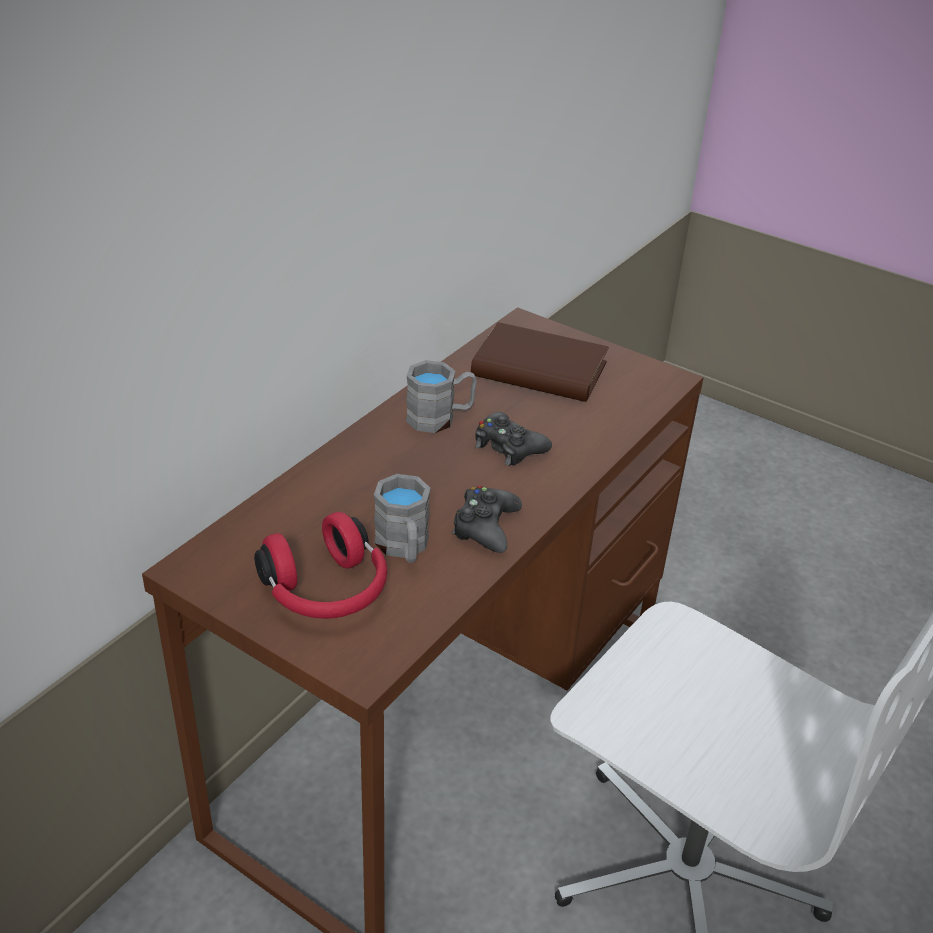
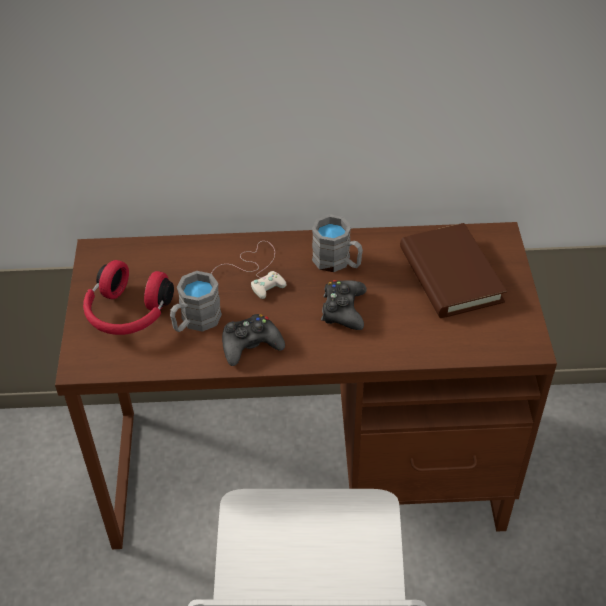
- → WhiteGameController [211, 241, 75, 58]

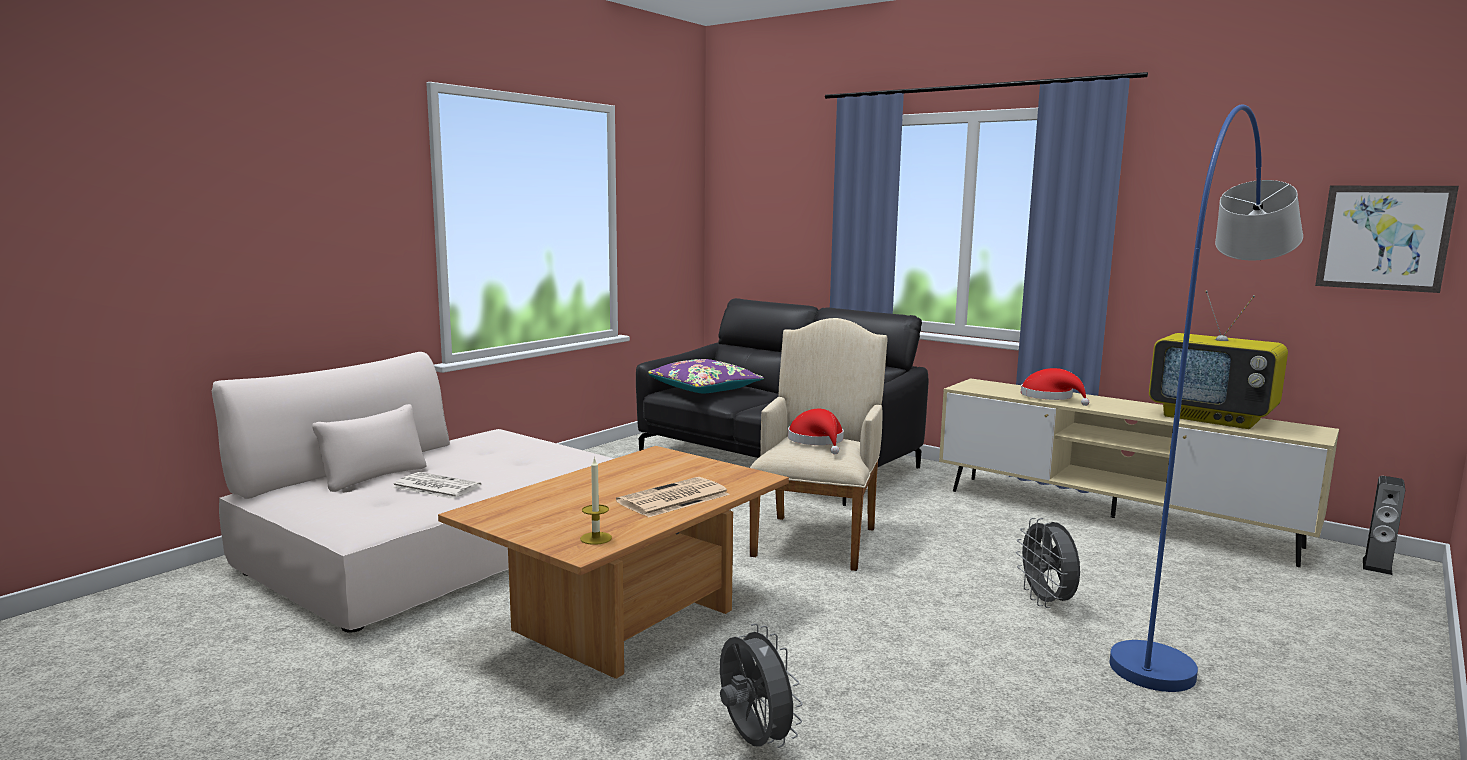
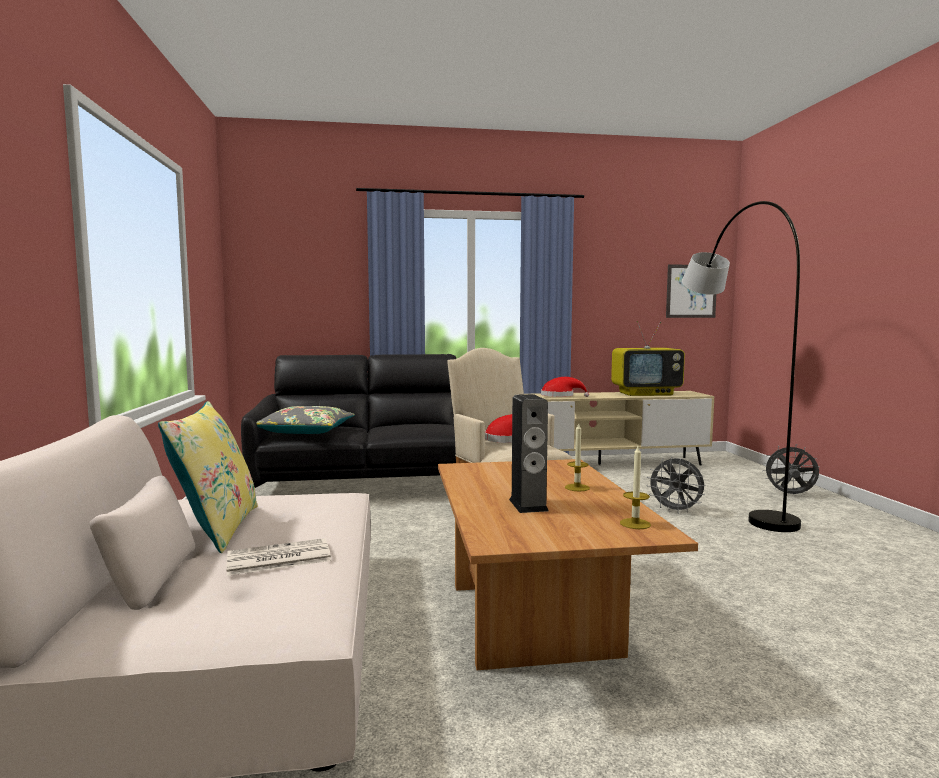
- → YellowPillow [158, 401, 100, 152]
PurplePillow [648, 359, 116, 34] → GreyPillow [256, 406, 99, 28]
Speaker [1363, 476, 42, 99] → Speaker [509, 394, 40, 119], moved
Newspaper [616, 477, 114, 41] → Candle [565, 423, 25, 68]
BlueFloorLamp [1109, 105, 194, 587] → GreyFloorLamp [682, 201, 119, 331]
GreyFan [720, 624, 83, 124] → GreyFan [762, 444, 57, 50], moved

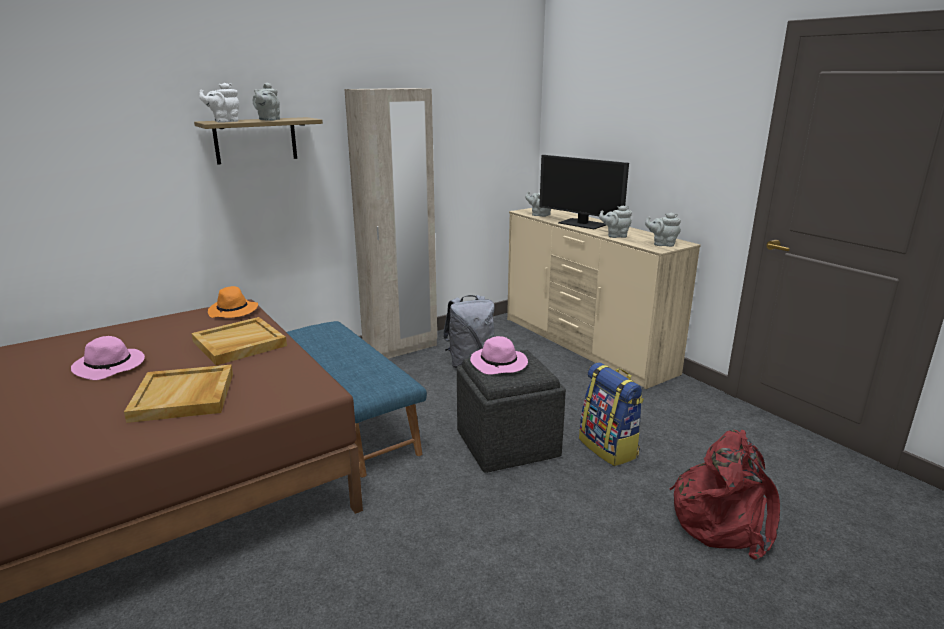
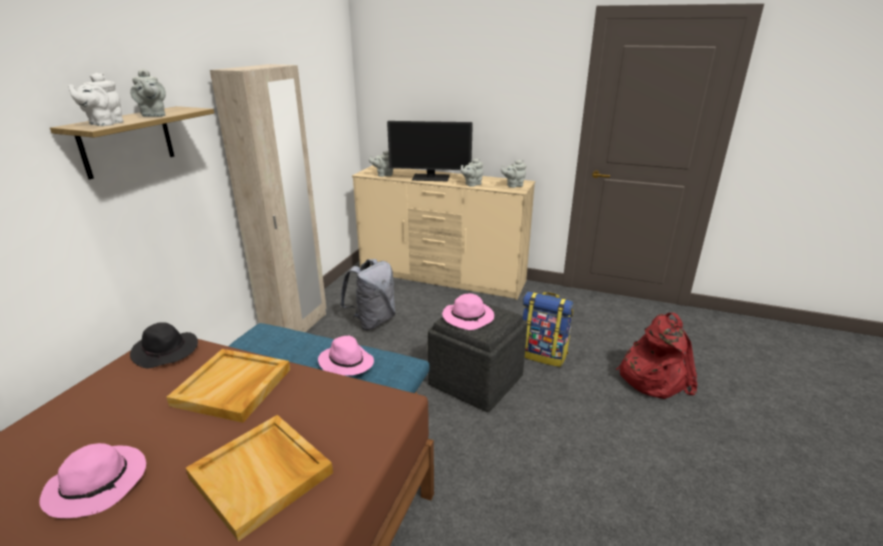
OrangeHat [208, 286, 50, 32] → BlackHat [130, 322, 68, 46]
- → PinkHat [318, 336, 56, 40]

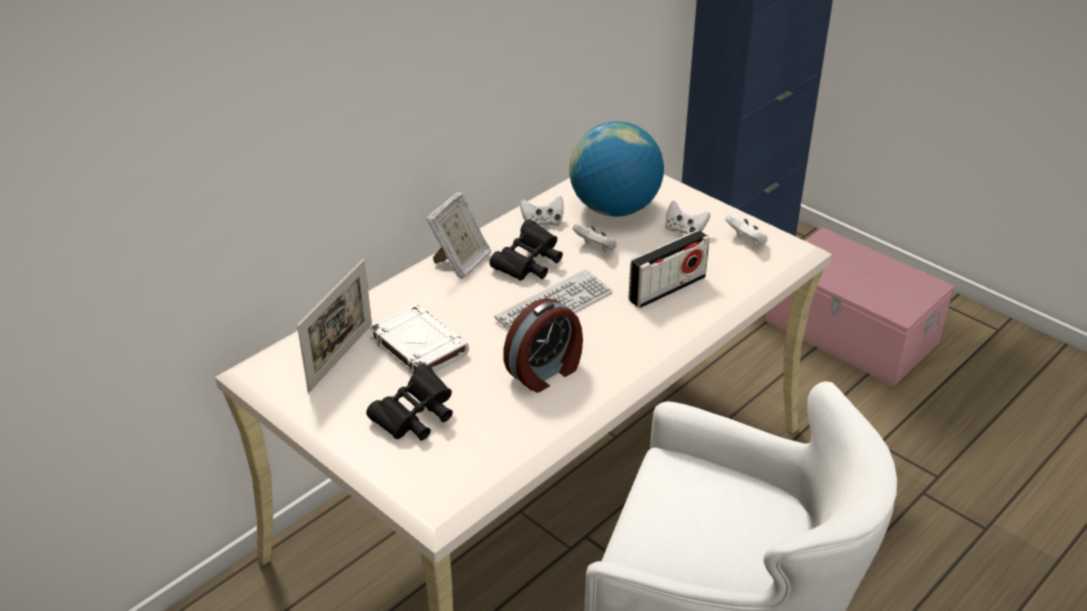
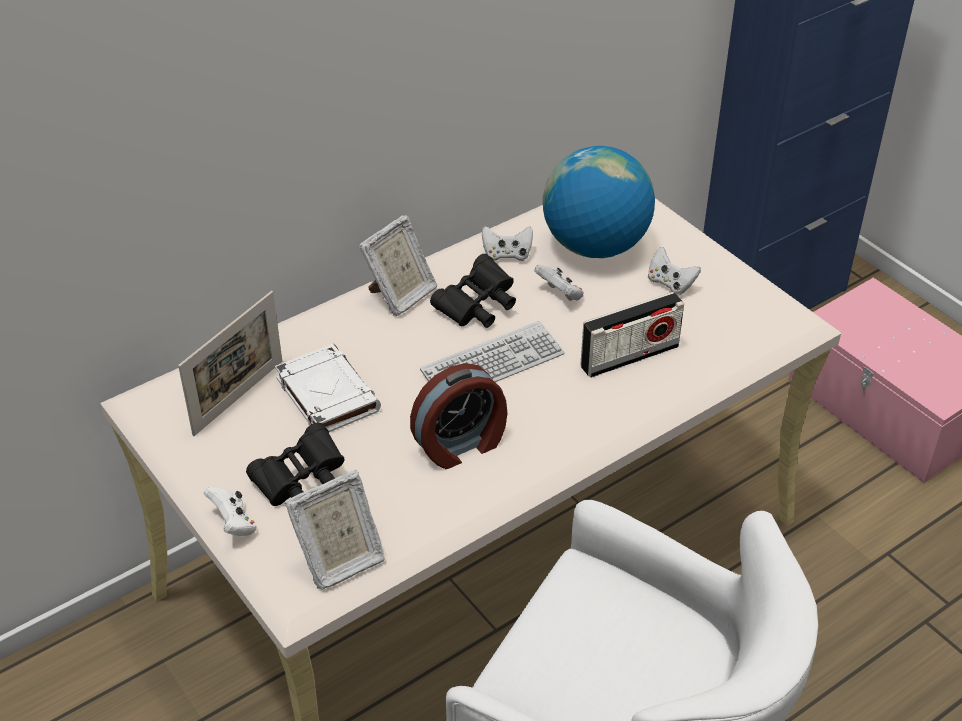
WhiteGameController [726, 215, 42, 31] → WhiteGameController [204, 486, 53, 50], moved
- → PictureFrame [284, 470, 101, 119]

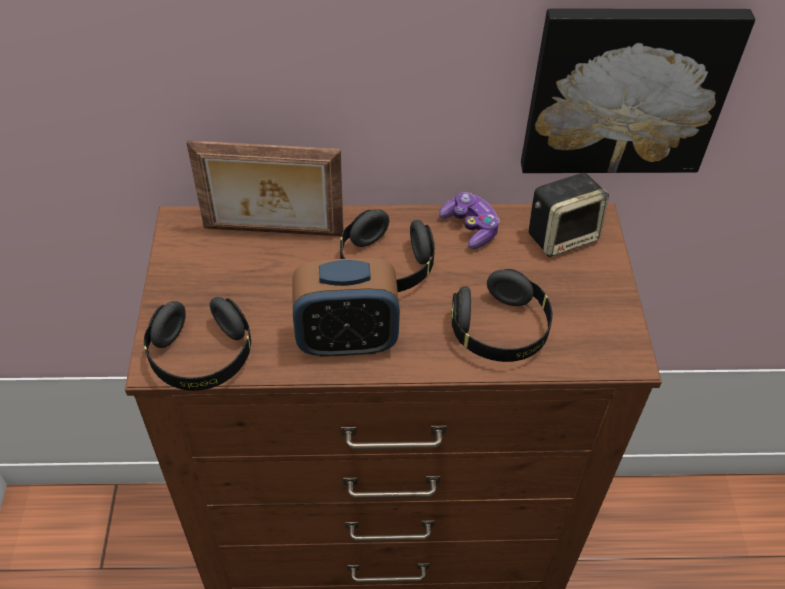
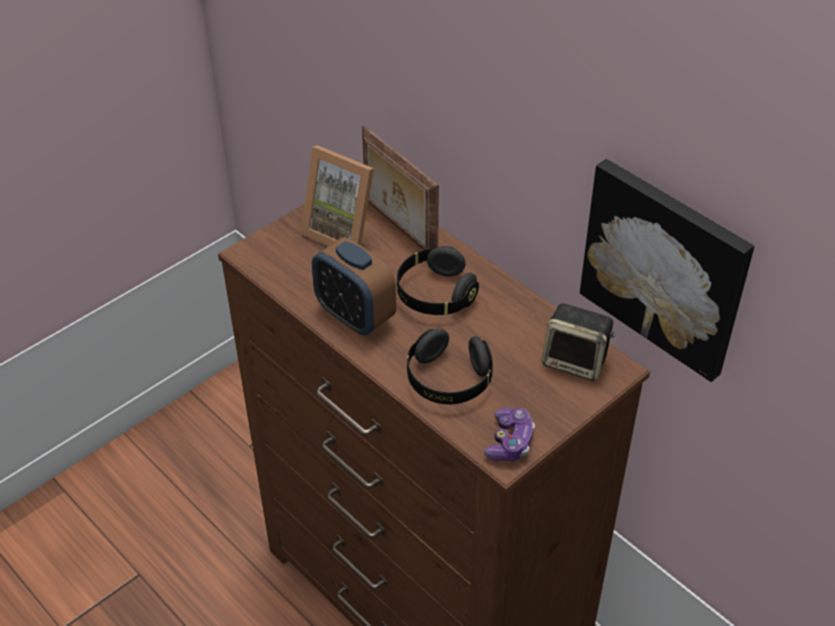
- → PictureFrame [300, 145, 74, 101]
GameController [439, 192, 60, 57] → GameController [484, 408, 51, 53], moved
BlackHeadphones [143, 297, 108, 94] → -

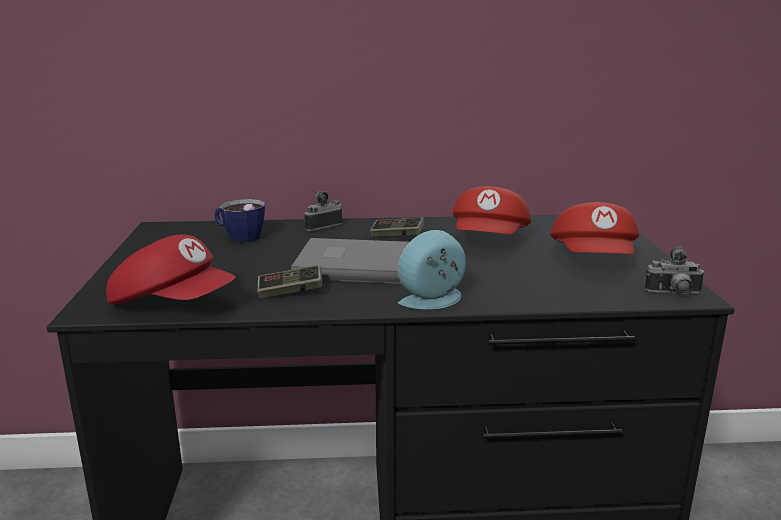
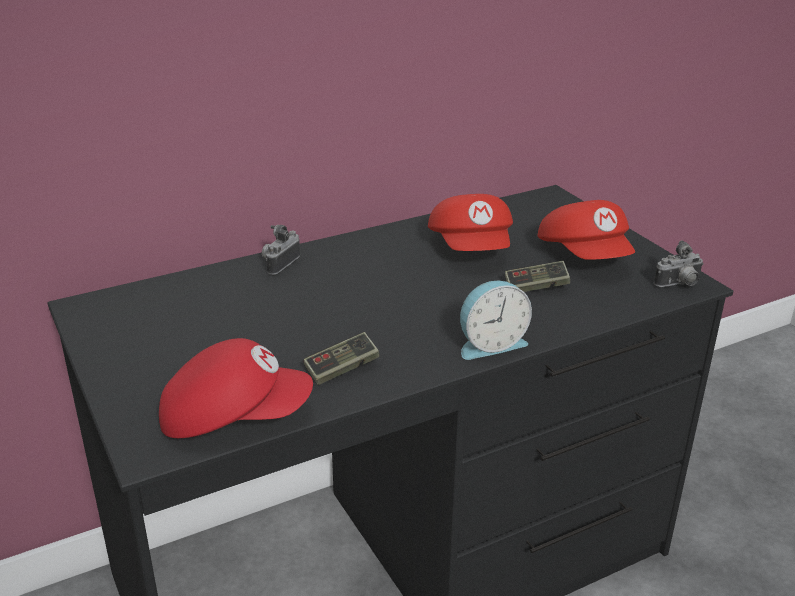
AlarmClock [398, 230, 68, 79] → AlarmClock [460, 281, 72, 79], 150 degrees counterclockwise
GameController [370, 217, 55, 20] → GameController [505, 261, 65, 31], moved
Cup [214, 199, 51, 43] → -
GreyBook [291, 238, 118, 46] → -

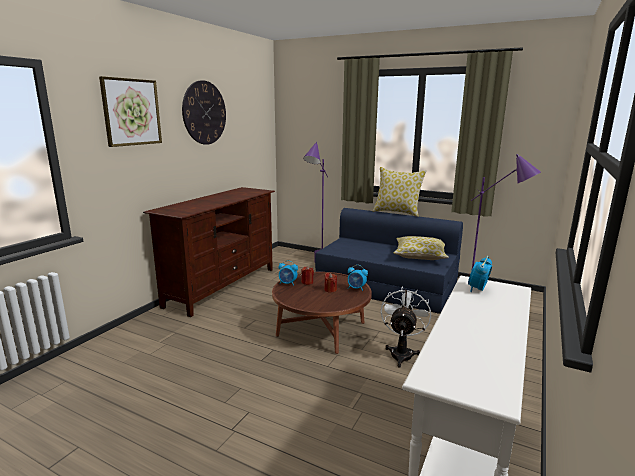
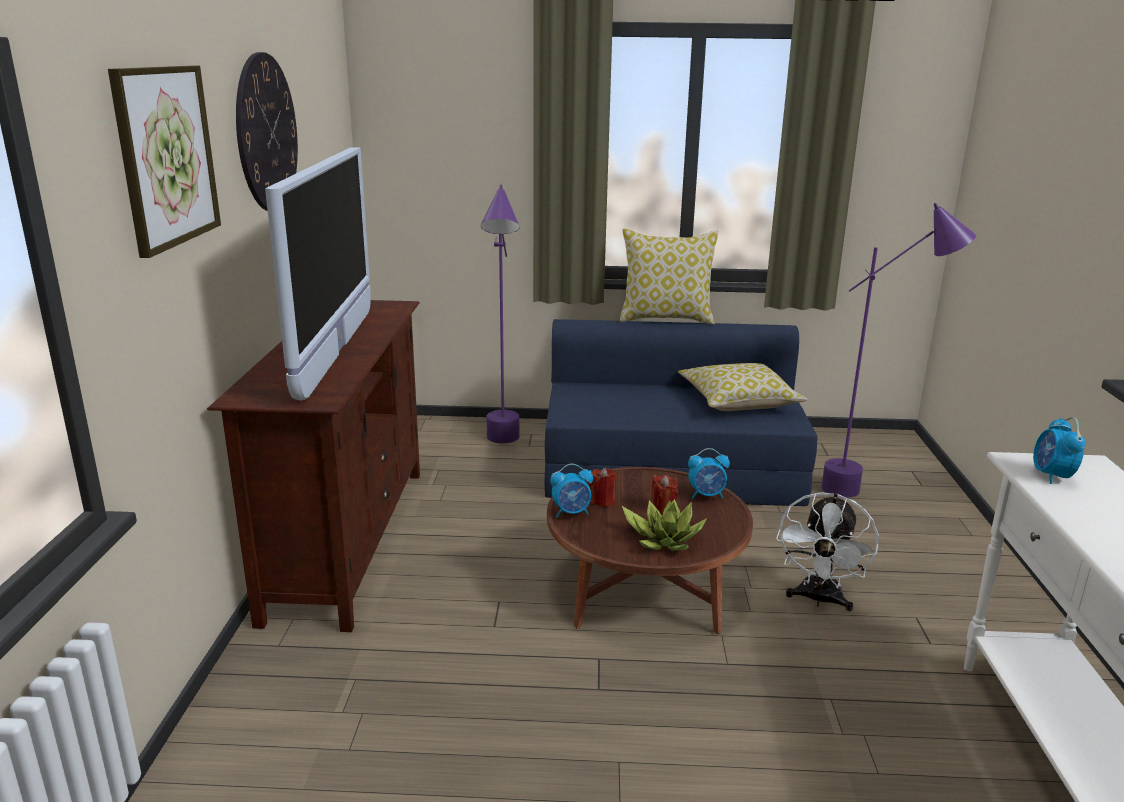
- → Television [265, 147, 106, 254]
- → PottedPlant [621, 499, 86, 52]
WhiteFan [381, 287, 50, 80] → WhiteFan [776, 492, 103, 119], 150 degrees counterclockwise

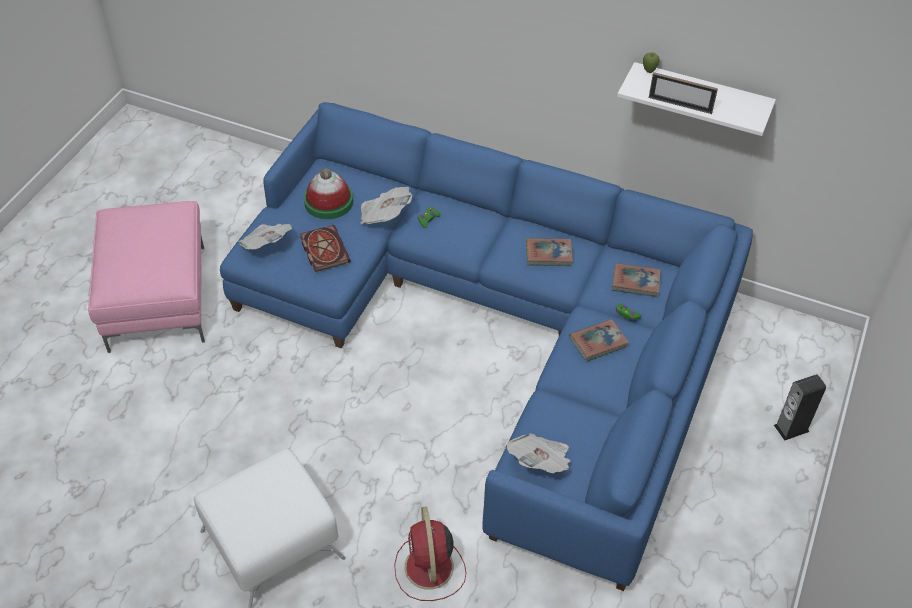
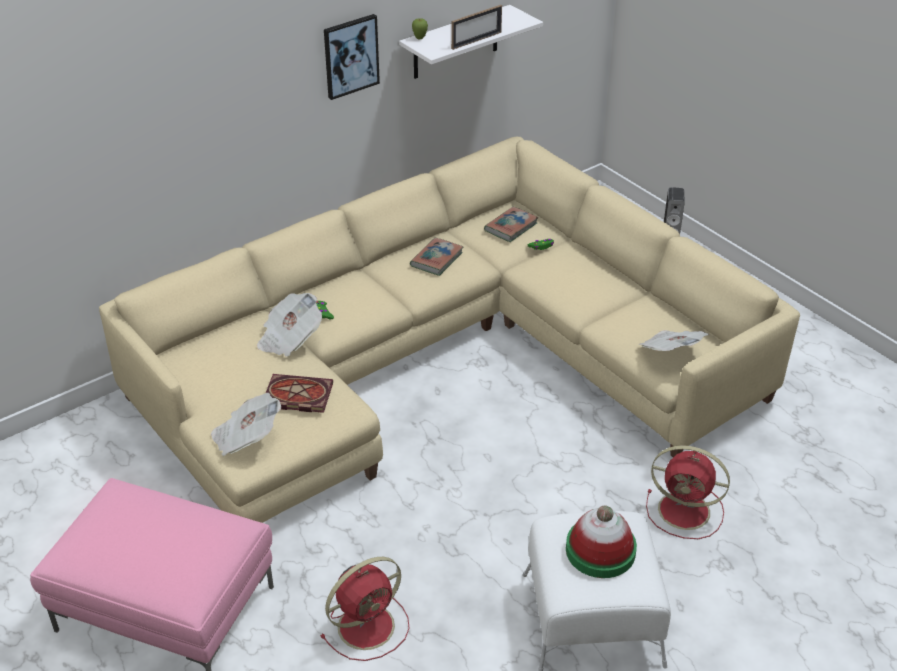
BlueSofa [220, 102, 533, 489] → BeigeSofa [99, 137, 701, 386]
- → RedFan [320, 557, 90, 104]
- → Picture [324, 14, 56, 86]
Hat [304, 168, 49, 51] → Hat [566, 506, 71, 72], moved
Book [569, 319, 60, 43] → -

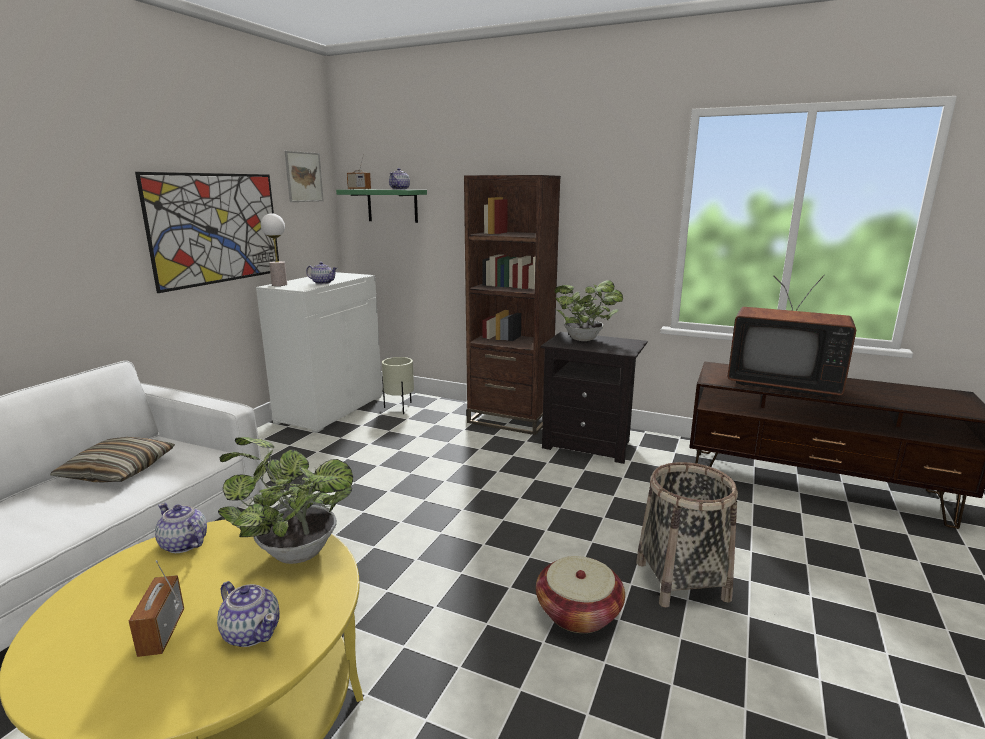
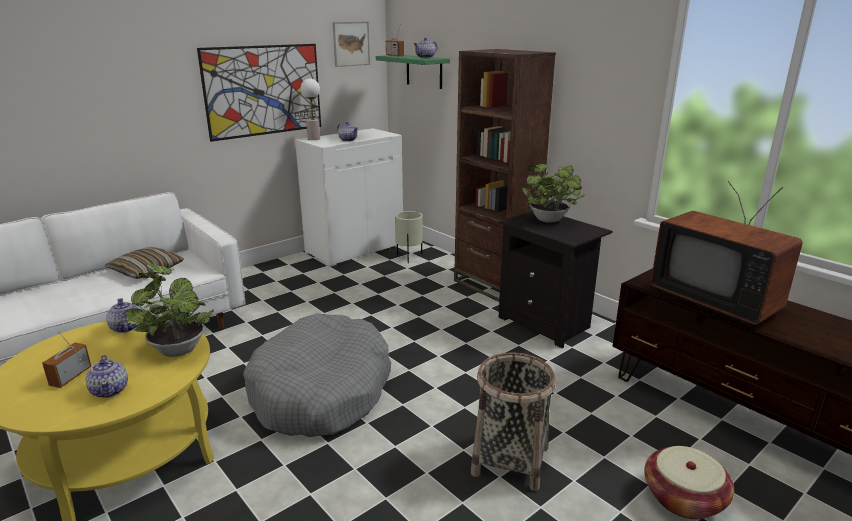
- → GreyDogBed [243, 313, 148, 124]
Basket [536, 556, 89, 77] → Basket [644, 446, 90, 74], moved

